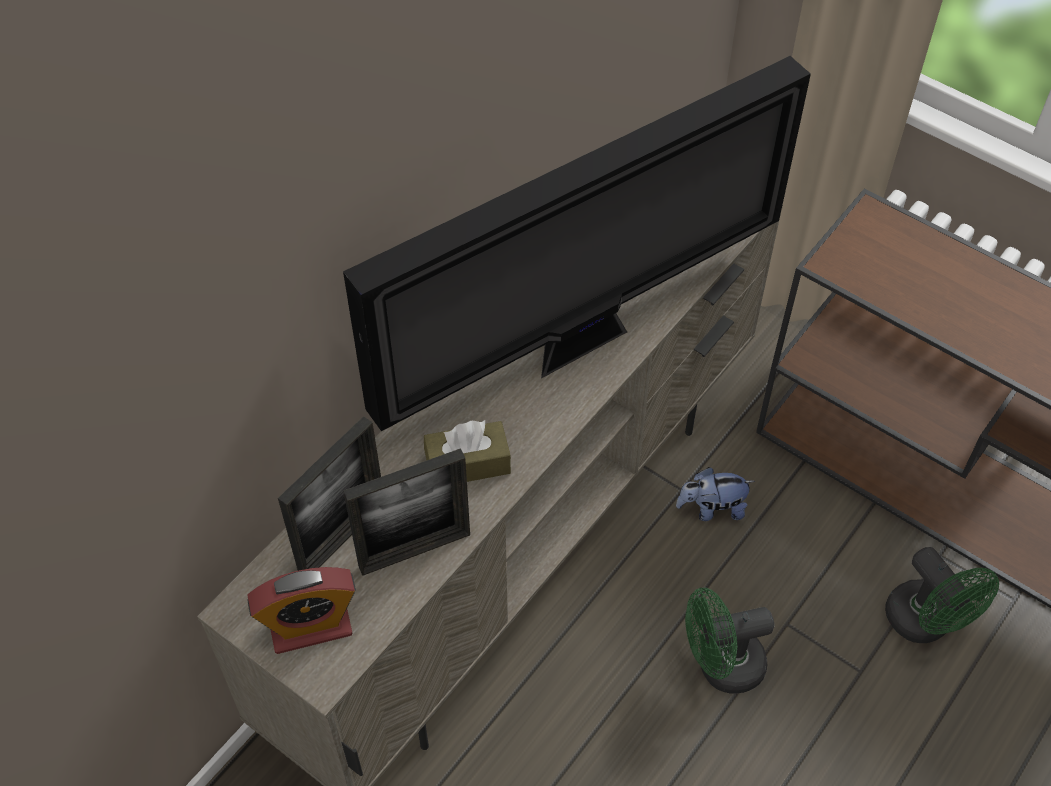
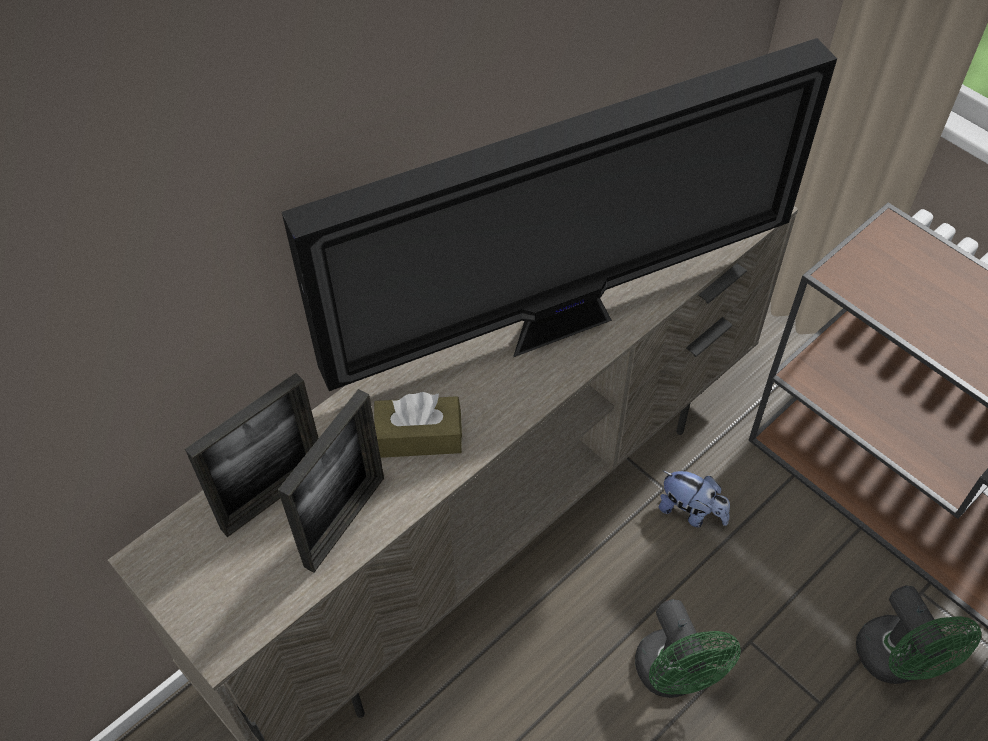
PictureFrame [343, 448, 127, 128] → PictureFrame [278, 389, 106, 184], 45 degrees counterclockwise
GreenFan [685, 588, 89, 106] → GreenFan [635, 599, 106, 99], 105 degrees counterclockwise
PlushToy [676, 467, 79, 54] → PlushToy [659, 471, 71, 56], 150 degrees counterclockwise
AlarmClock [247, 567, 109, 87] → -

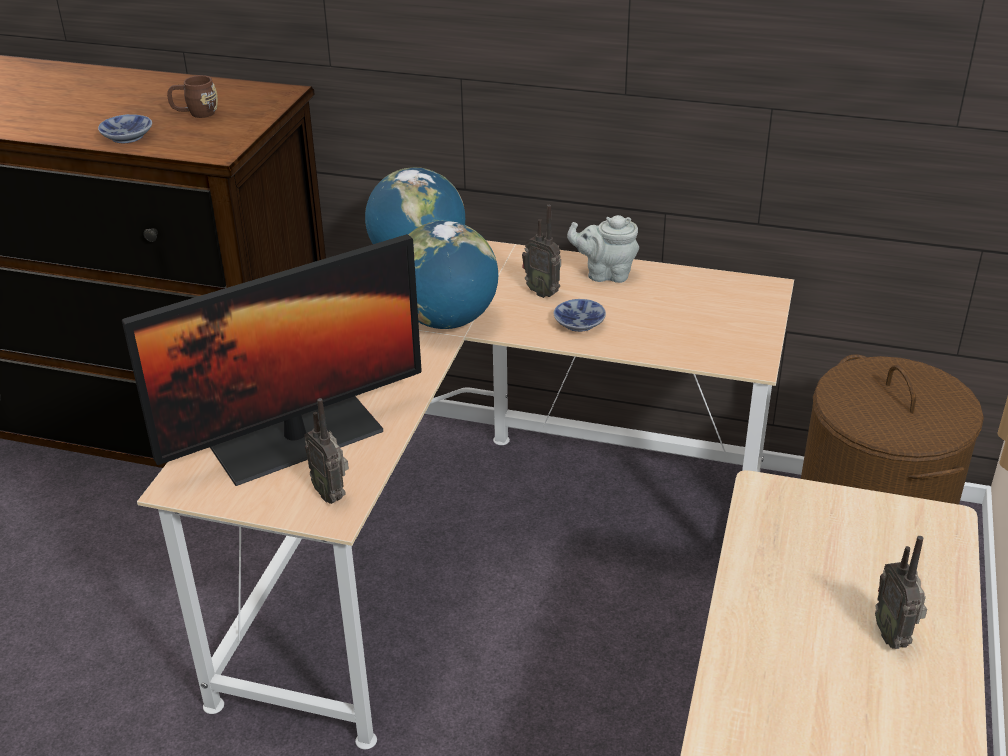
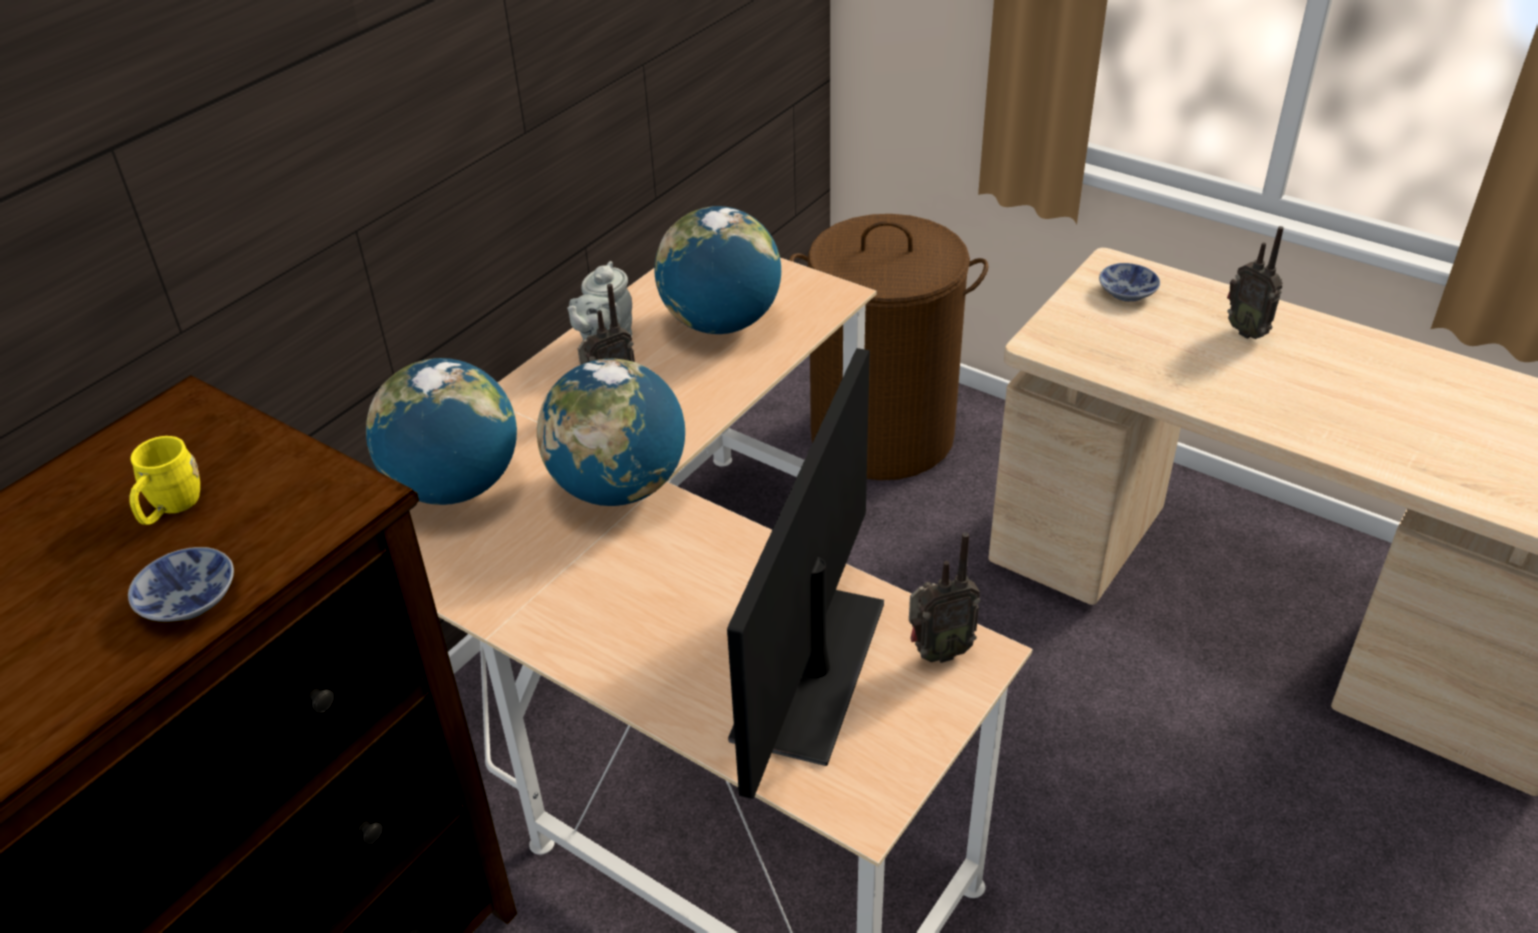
BrownMug [167, 75, 51, 43] → YellowMug [130, 436, 70, 89]
- → Globe [654, 206, 127, 128]
Monitor [122, 234, 300, 252] → Monitor [727, 348, 157, 451], 150 degrees counterclockwise
Bowl [554, 299, 52, 33] → Bowl [1099, 263, 61, 39], moved
Radio [875, 536, 52, 113] → Radio [1227, 226, 57, 113], 45 degrees clockwise

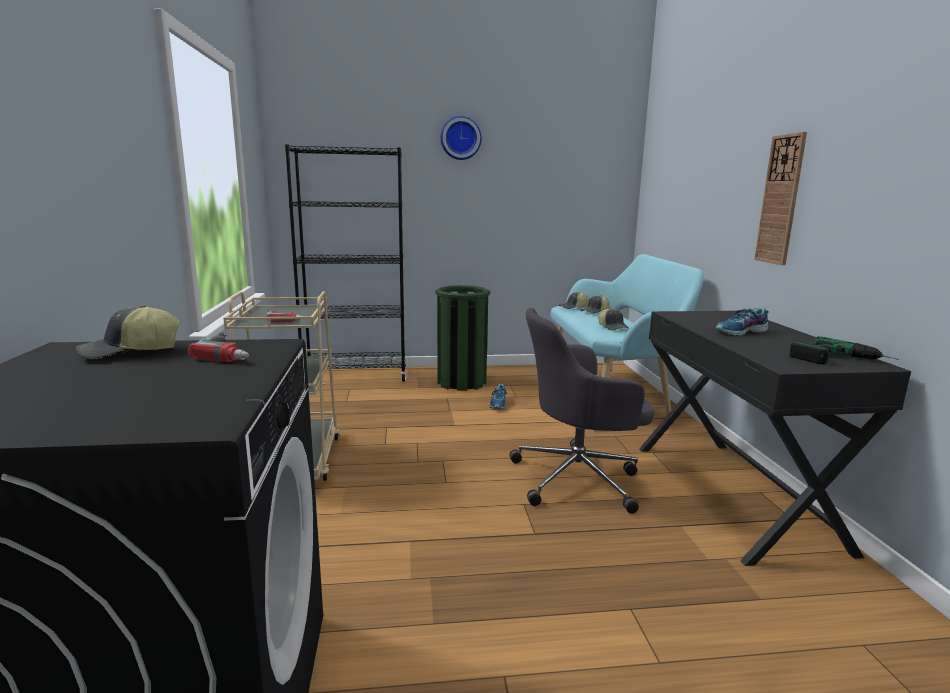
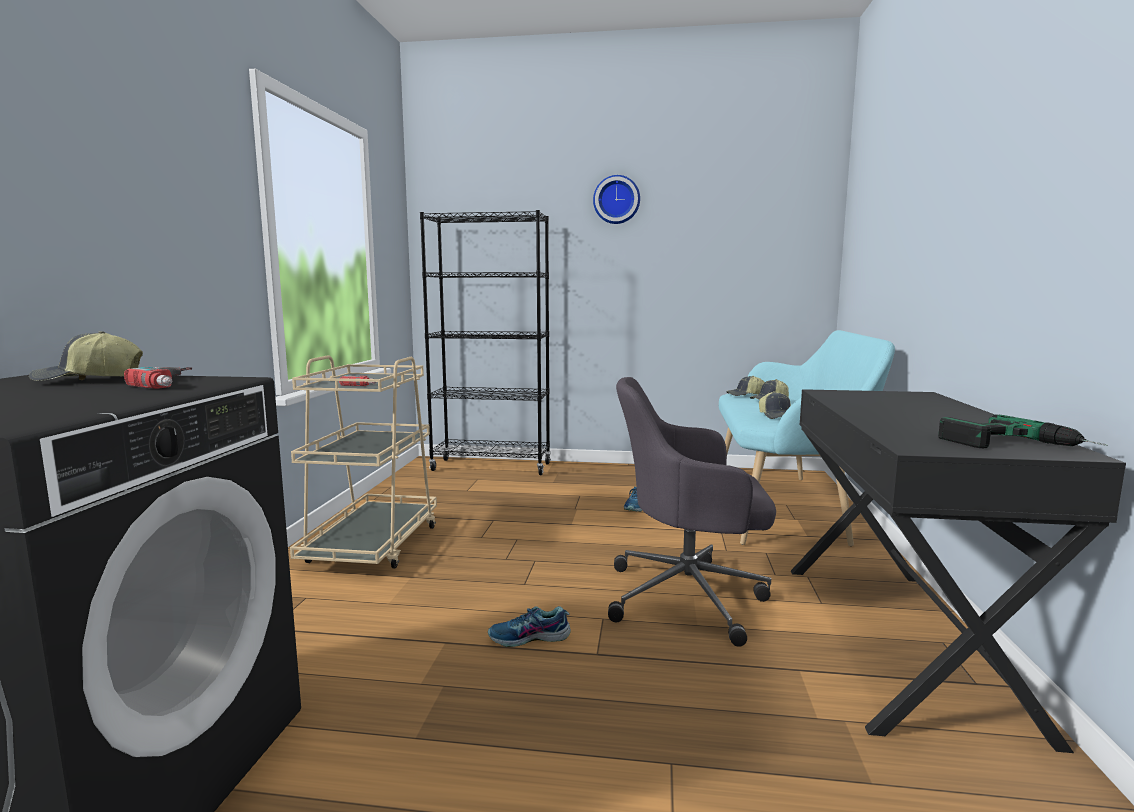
Shoe [716, 307, 53, 29] → Shoe [488, 606, 83, 41], moved
GreenTrashCan [435, 285, 55, 106] → -
WallClock [754, 132, 53, 133] → -

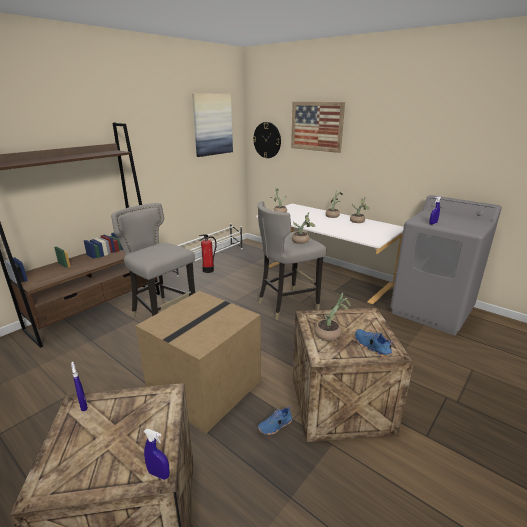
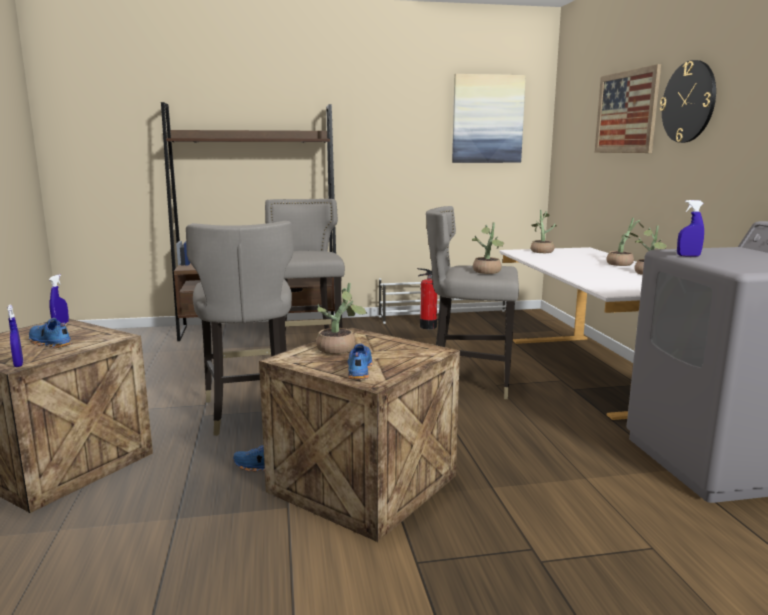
- → BlueShoe [29, 318, 44, 30]
CardboardBox [136, 291, 125, 142] → GreyStool [186, 221, 108, 215]
WallClock [253, 122, 28, 36] → WallClock [660, 60, 56, 83], moved

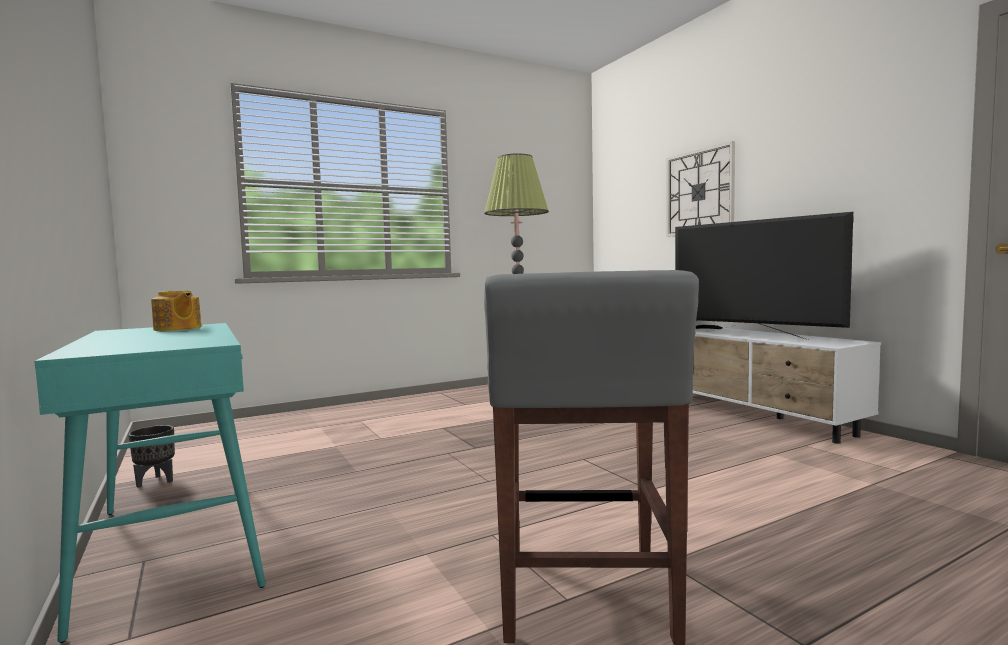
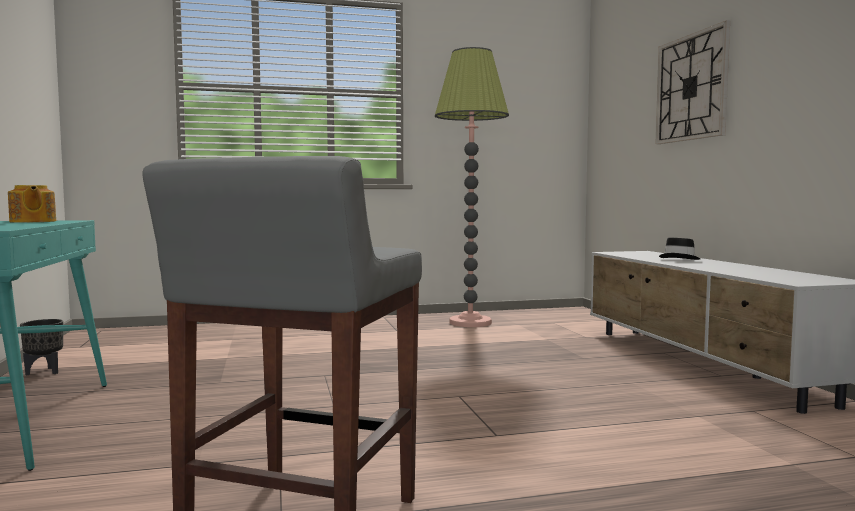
Television [675, 212, 178, 128] → -

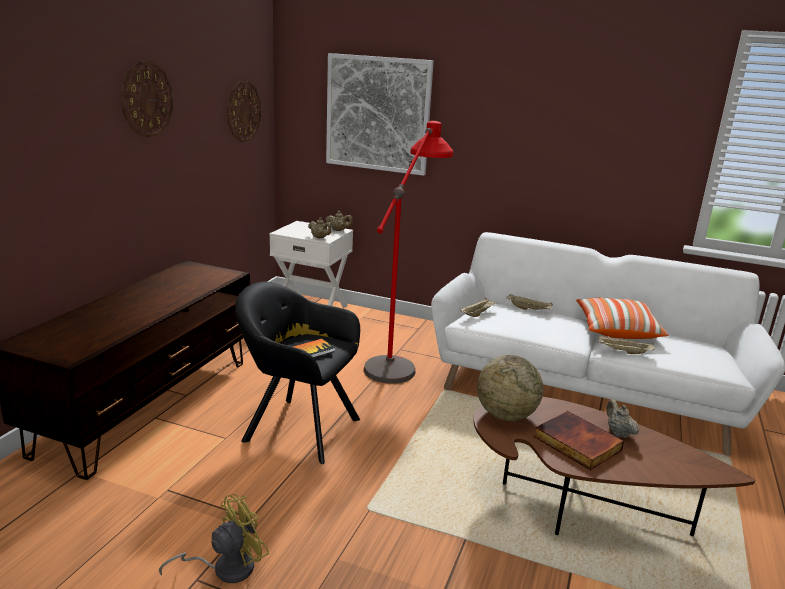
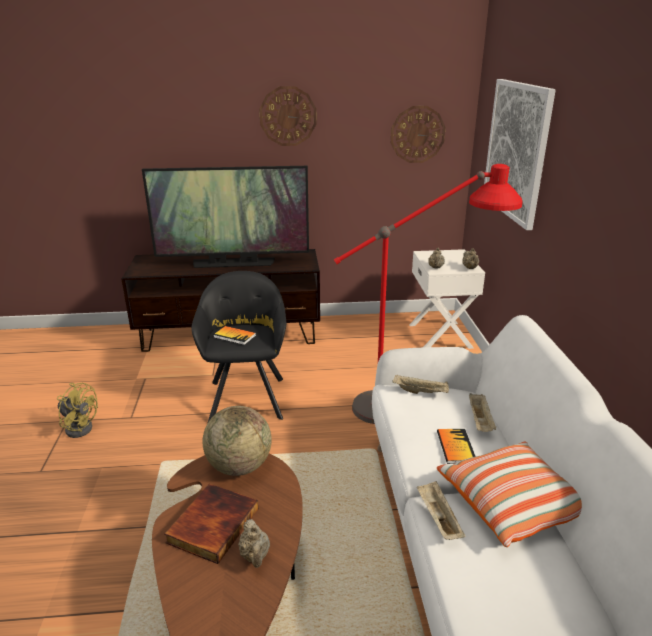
- → Television [142, 166, 167, 102]
BeigeTeapot [606, 399, 33, 39] → BeigeTeapot [238, 519, 32, 49], 120 degrees clockwise
- → Book [437, 429, 39, 35]

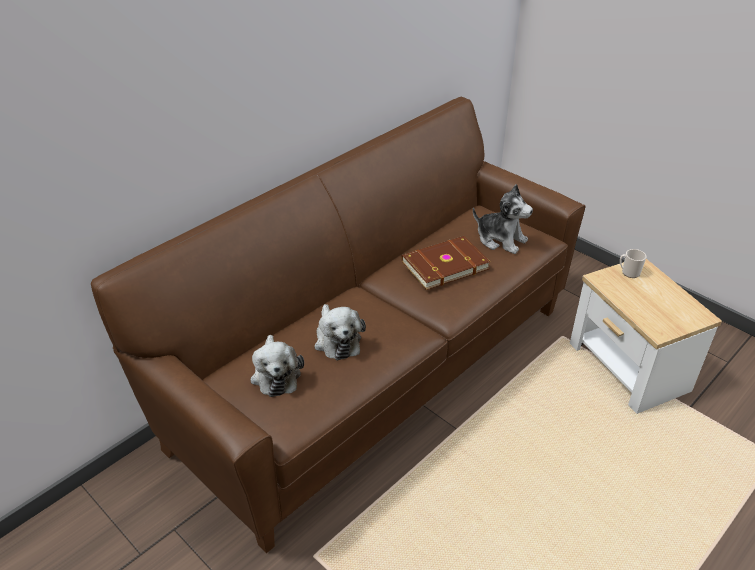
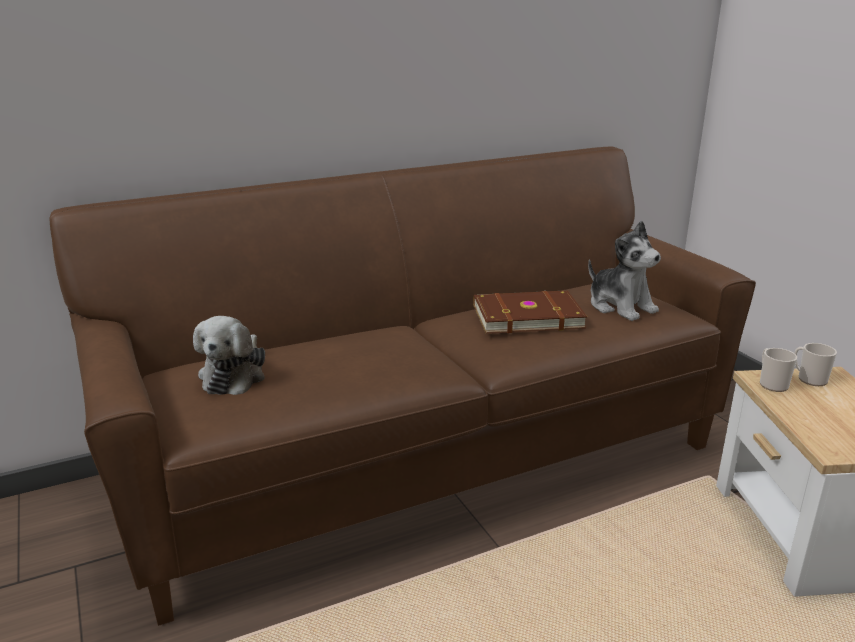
- → Mug [760, 348, 37, 44]
PlushToy [314, 304, 52, 56] → -

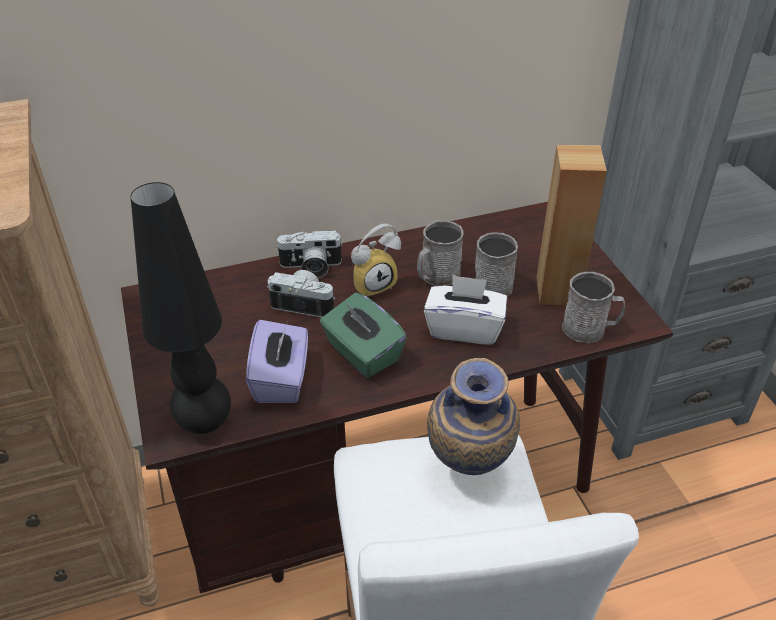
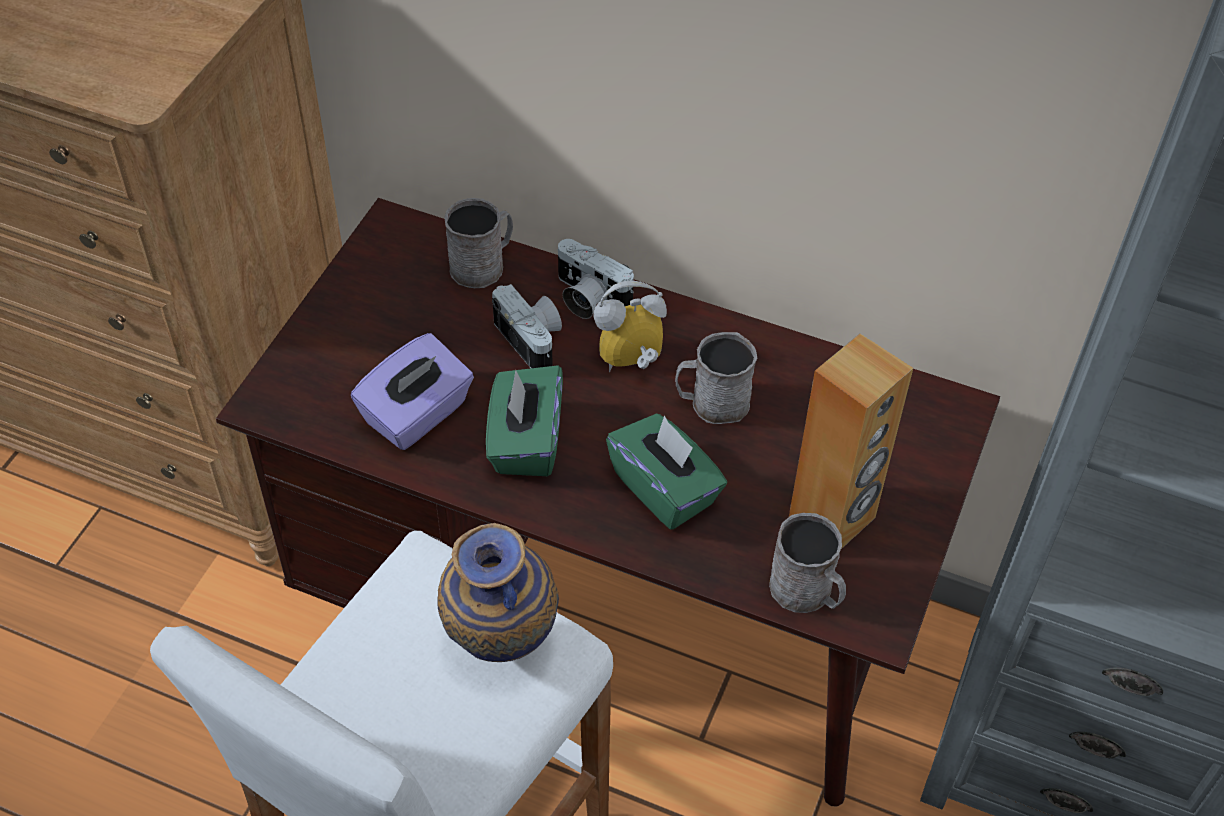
GreyMug [475, 232, 43, 65] → GreyMug [445, 198, 68, 90], moved
AlarmClock [351, 224, 50, 72] → AlarmClock [594, 281, 73, 91], 150 degrees clockwise
WhiteTissueBox [424, 275, 83, 70] → GreenTissueBox [606, 413, 121, 117]
BlackTableLamp [131, 182, 100, 252] → -

